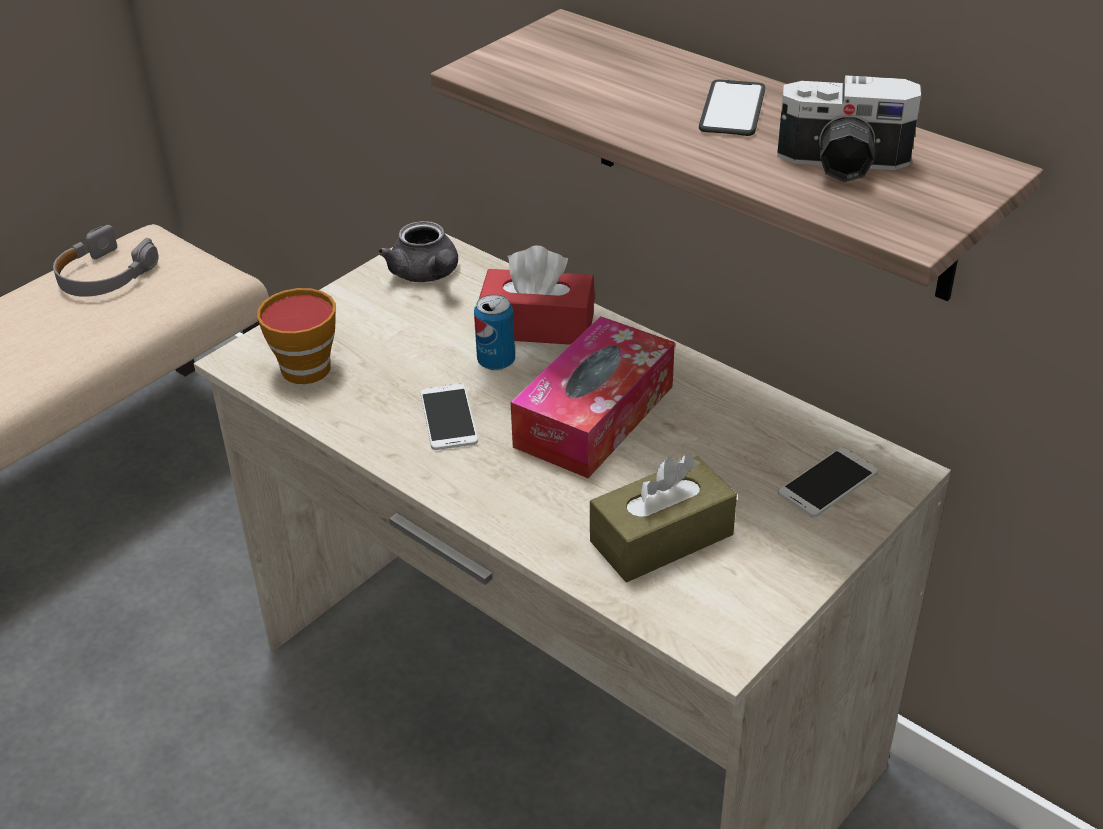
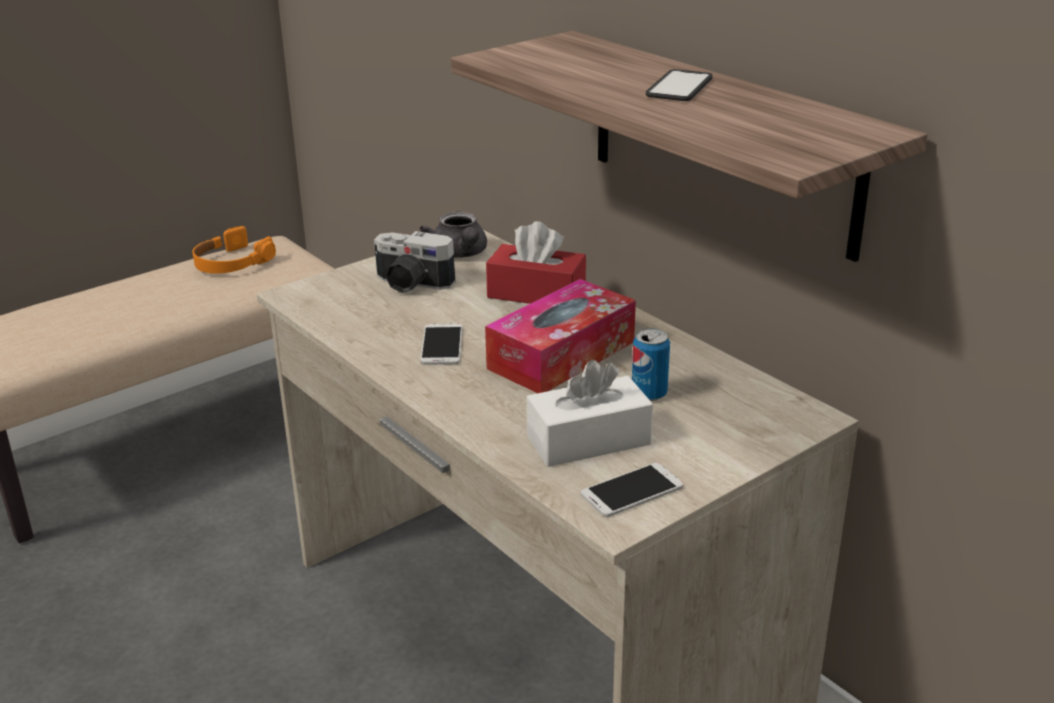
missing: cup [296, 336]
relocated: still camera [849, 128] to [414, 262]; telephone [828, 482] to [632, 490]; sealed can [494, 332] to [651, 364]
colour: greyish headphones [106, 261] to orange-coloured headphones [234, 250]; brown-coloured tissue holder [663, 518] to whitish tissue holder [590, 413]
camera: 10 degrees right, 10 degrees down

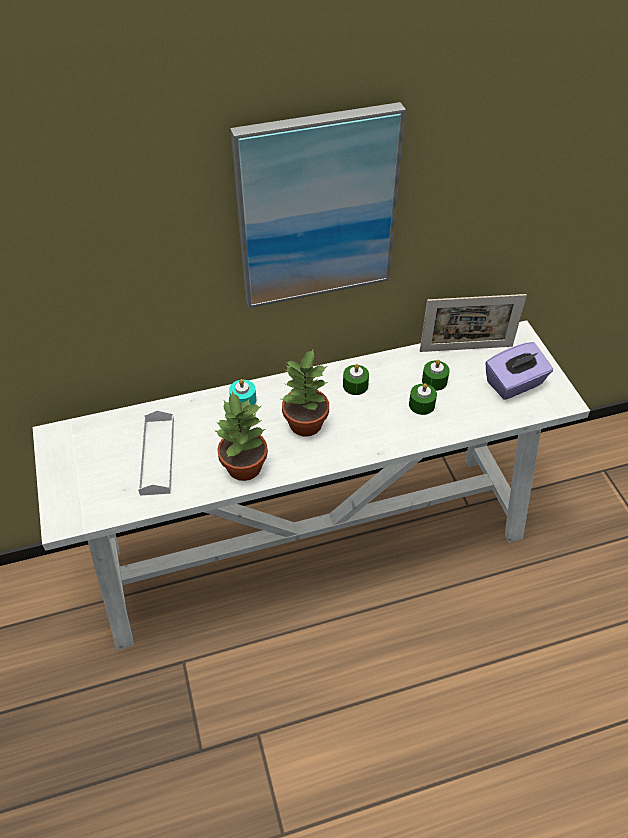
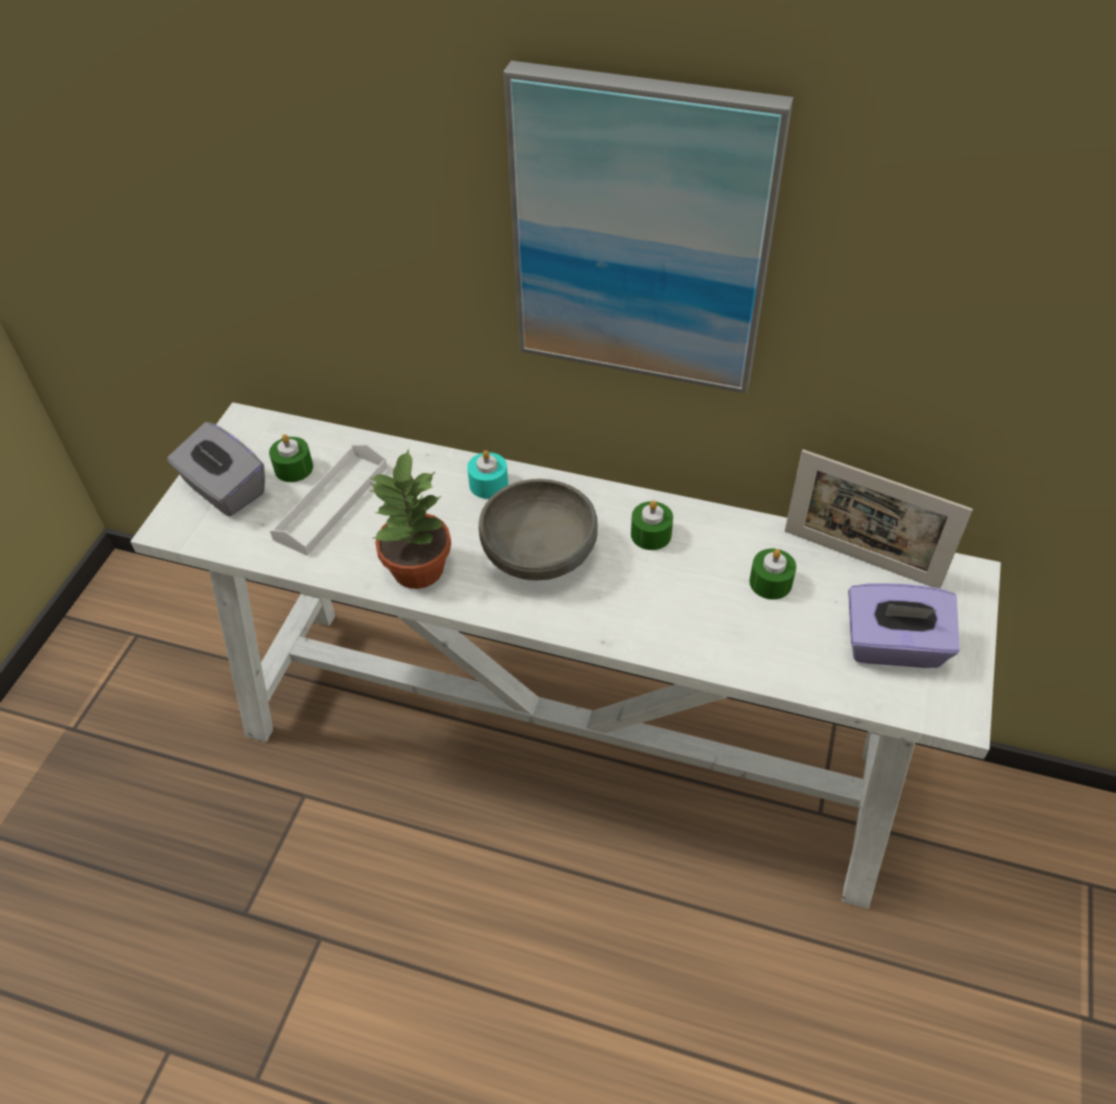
appeared: greyish tissue holder [216, 469]
relocated: green candle [423, 399] to [291, 458]
exchanged: potted plant [305, 392] to greyish serving bowl [538, 529]
camera: 35 degrees right, 0 degrees up

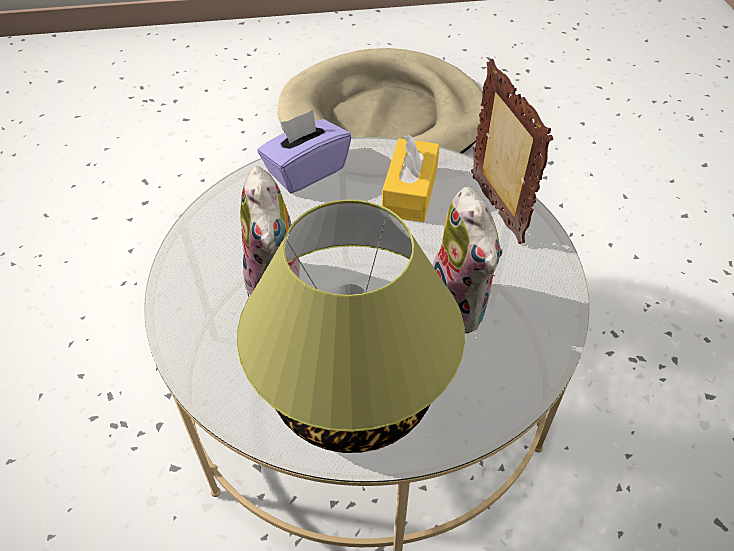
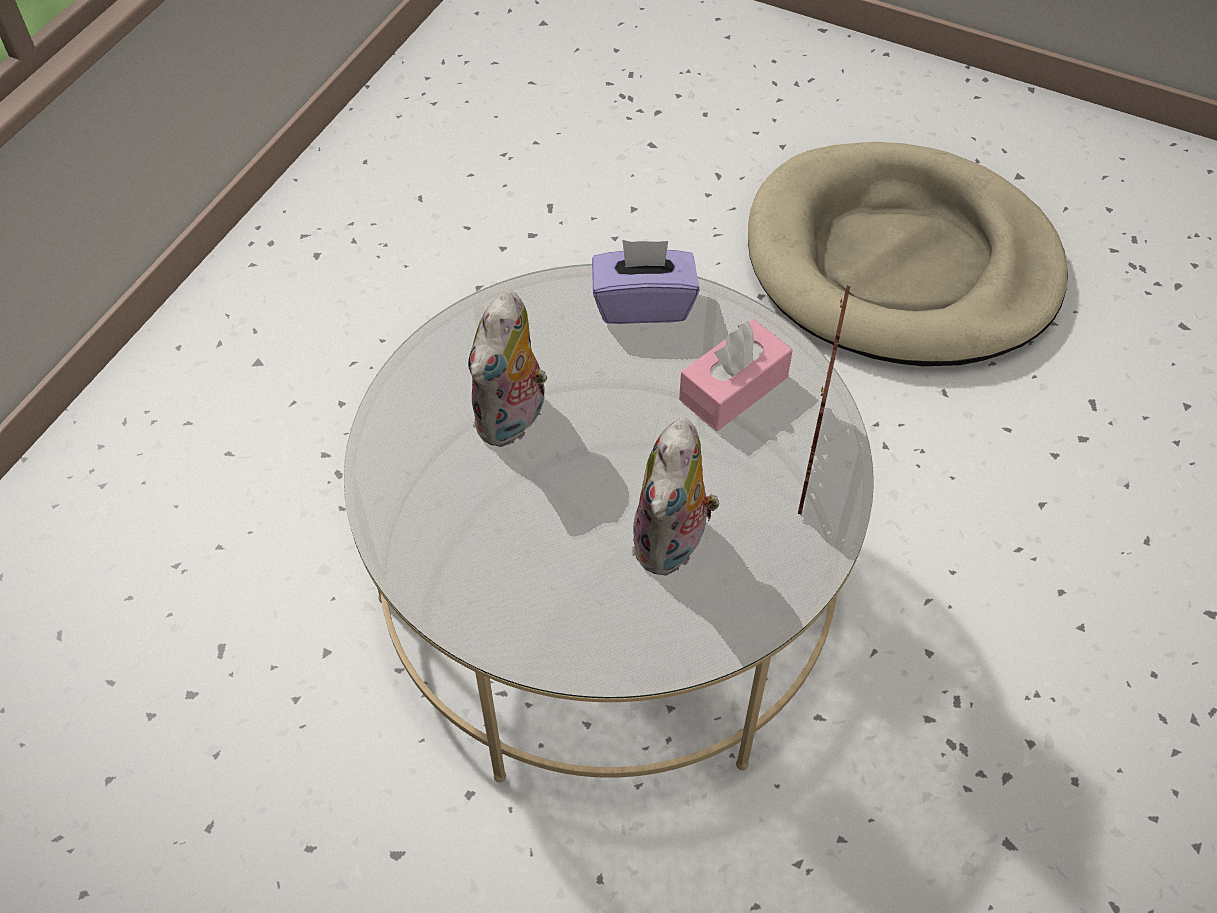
missing: lamp for a table [351, 326]
colour: yellowish tissue holder [411, 178] to pink tissue holder [736, 375]
camera: 35 degrees right, 5 degrees up

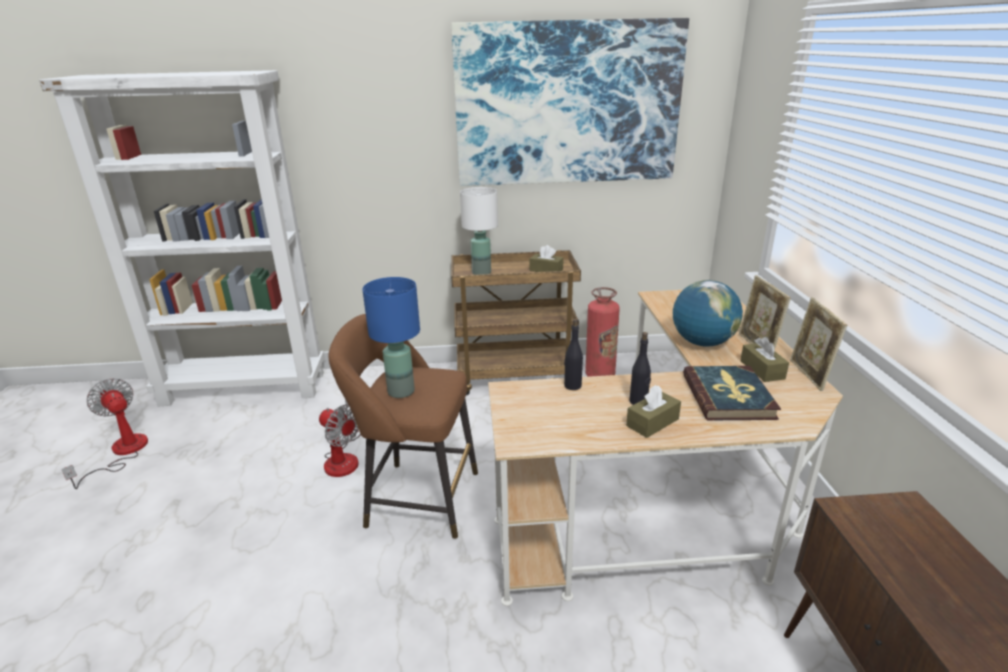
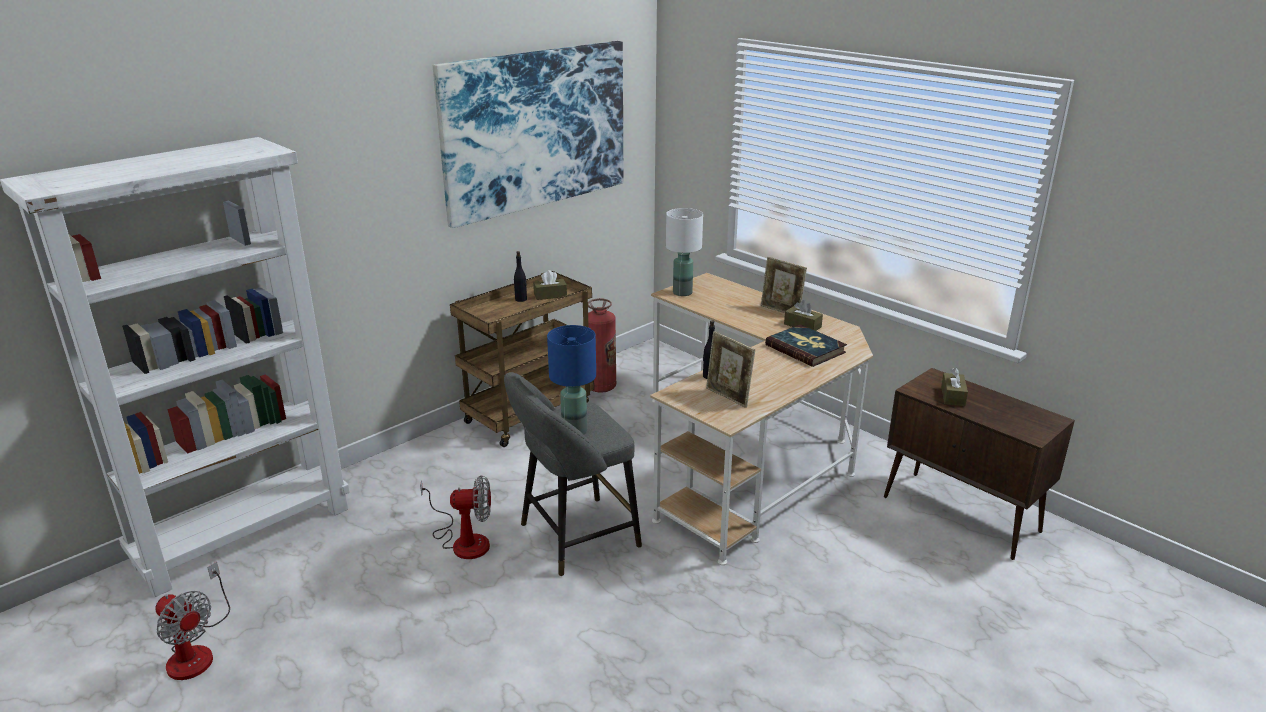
missing: world globe [707, 313]
relocated: black-coloured drink bottle [640, 368] to [520, 276]; whitish lamp for a table [479, 231] to [684, 252]; standing frame [818, 344] to [730, 369]; brown-coloured tissue holder [653, 411] to [954, 387]
colour: brown-coloured sitting stool [403, 426] to greyish sitting stool [573, 474]
spun: cooling fan [104, 433] = [192, 621] 150 degrees counterclockwise
camera: 40 degrees left, 0 degrees up

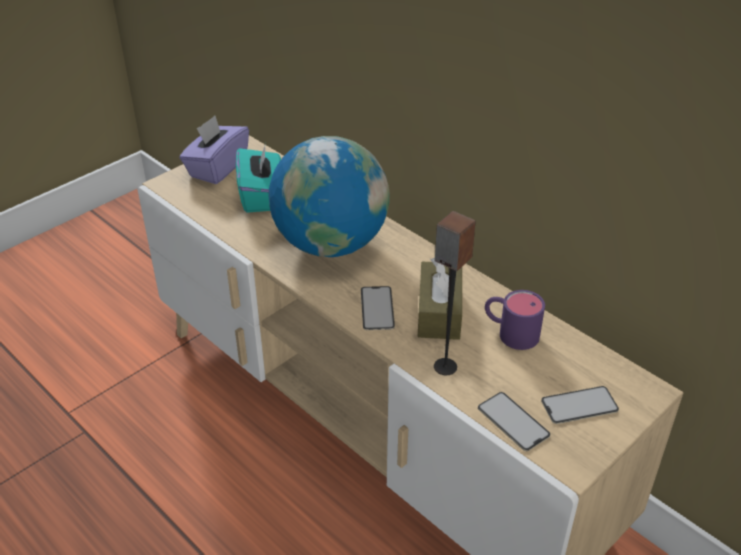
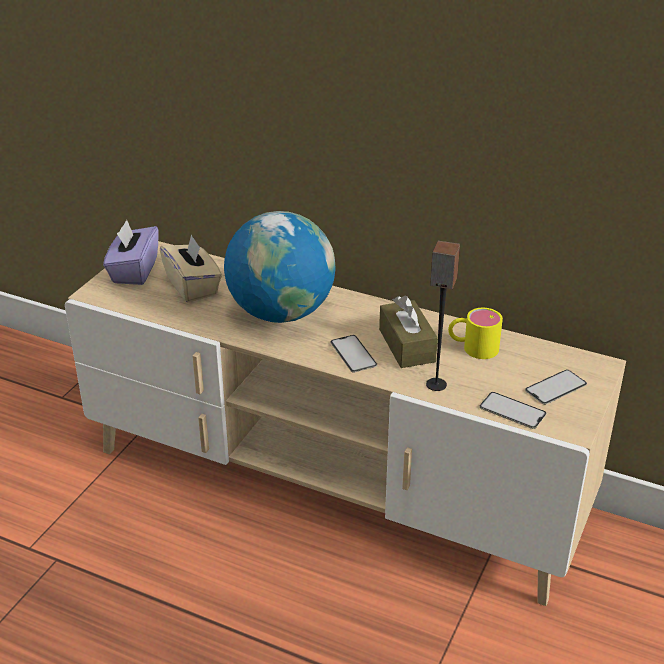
colour: turquoise-coloured tissue holder [258, 178] to beige-coloured tissue holder [191, 268]; purplish mug [515, 320] to yellowish mug [475, 333]
camera: 20 degrees left, 5 degrees down

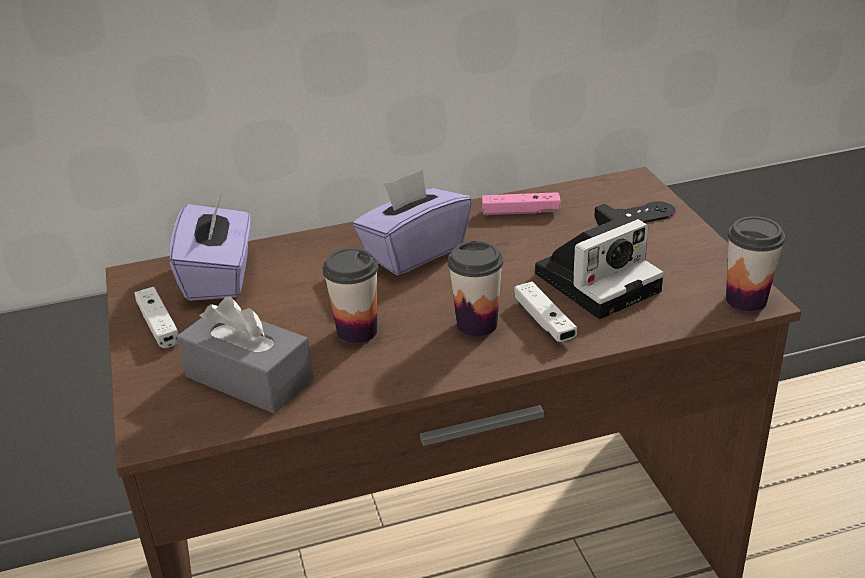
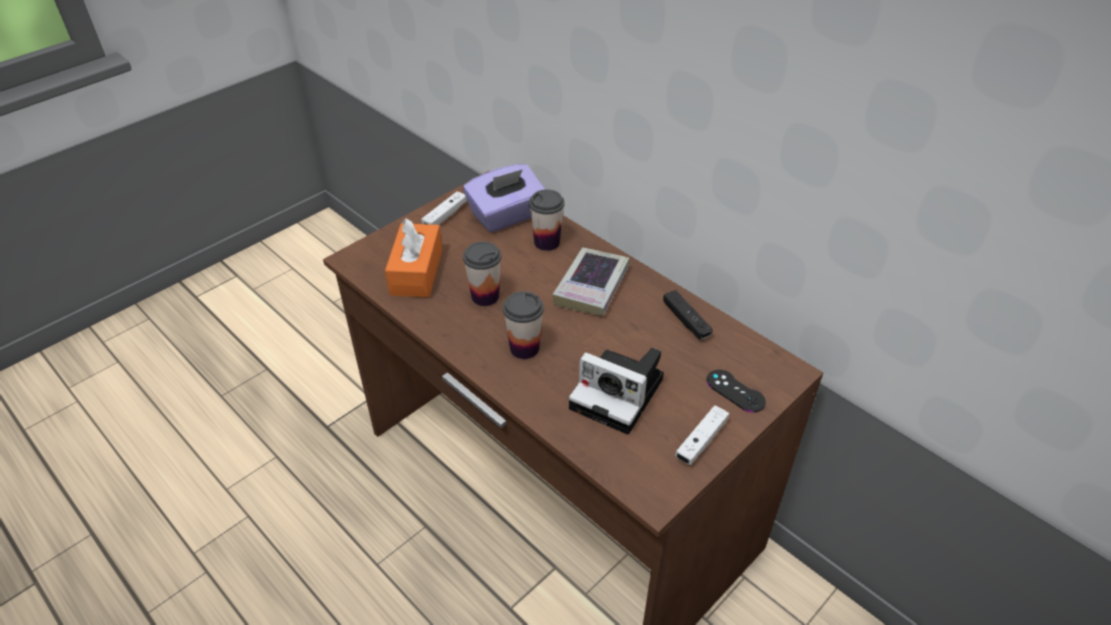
relocated: cup [755, 264] to [547, 220]; whitish gamepad [545, 311] to [702, 435]
exchanged: purplish tissue holder [412, 222] to bound book [591, 281]
colour: greyish tissue holder [245, 355] to orange-coloured tissue holder [413, 258]; pink gamepad [521, 203] to black-coloured gamepad [688, 314]
camera: 60 degrees right, 10 degrees up

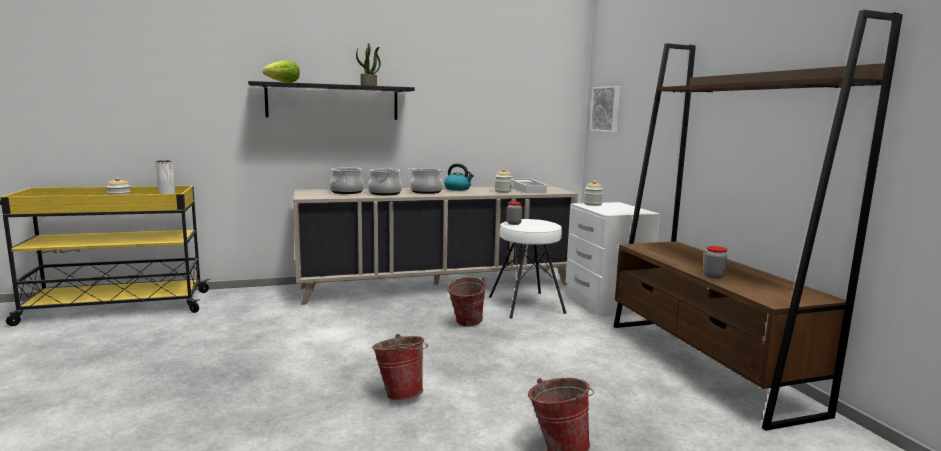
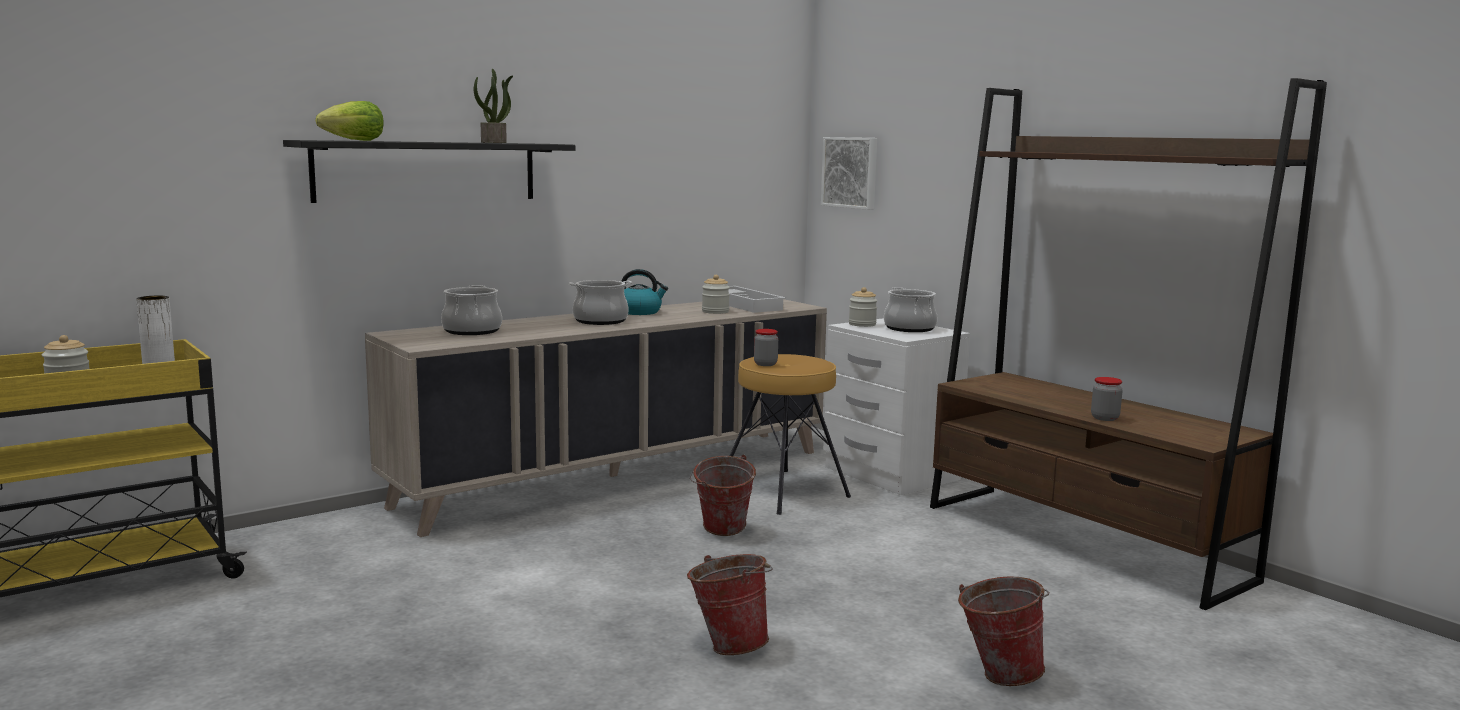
relocated: cooking pot [385, 181] to [911, 309]
colour: whitish sitting stool [528, 268] to brown-coloured sitting stool [790, 434]
camera: 20 degrees left, 0 degrees up

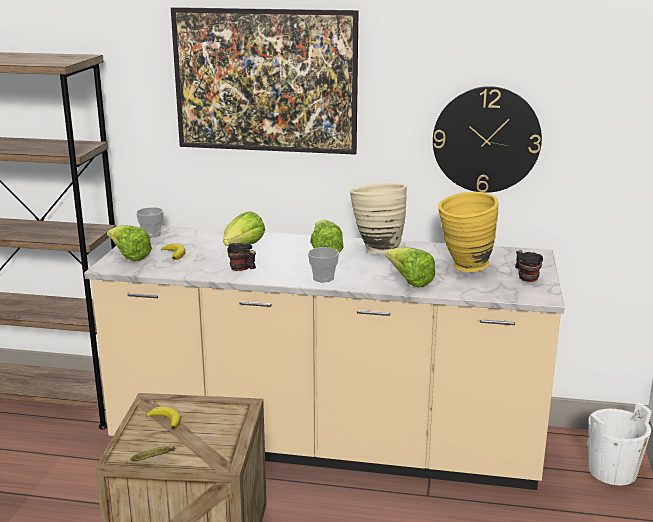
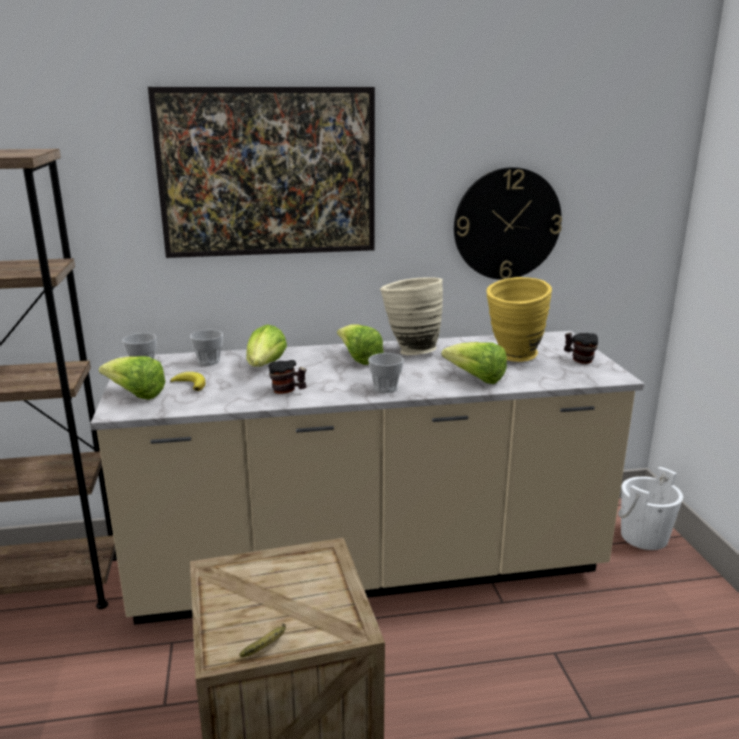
missing: banana [163, 417]
appeared: cup [206, 348]
camera: 20 degrees left, 0 degrees up

